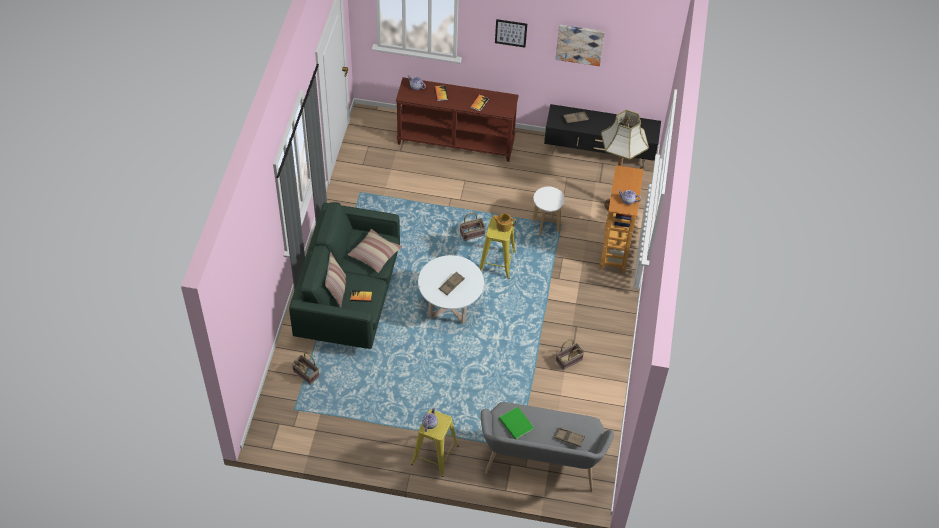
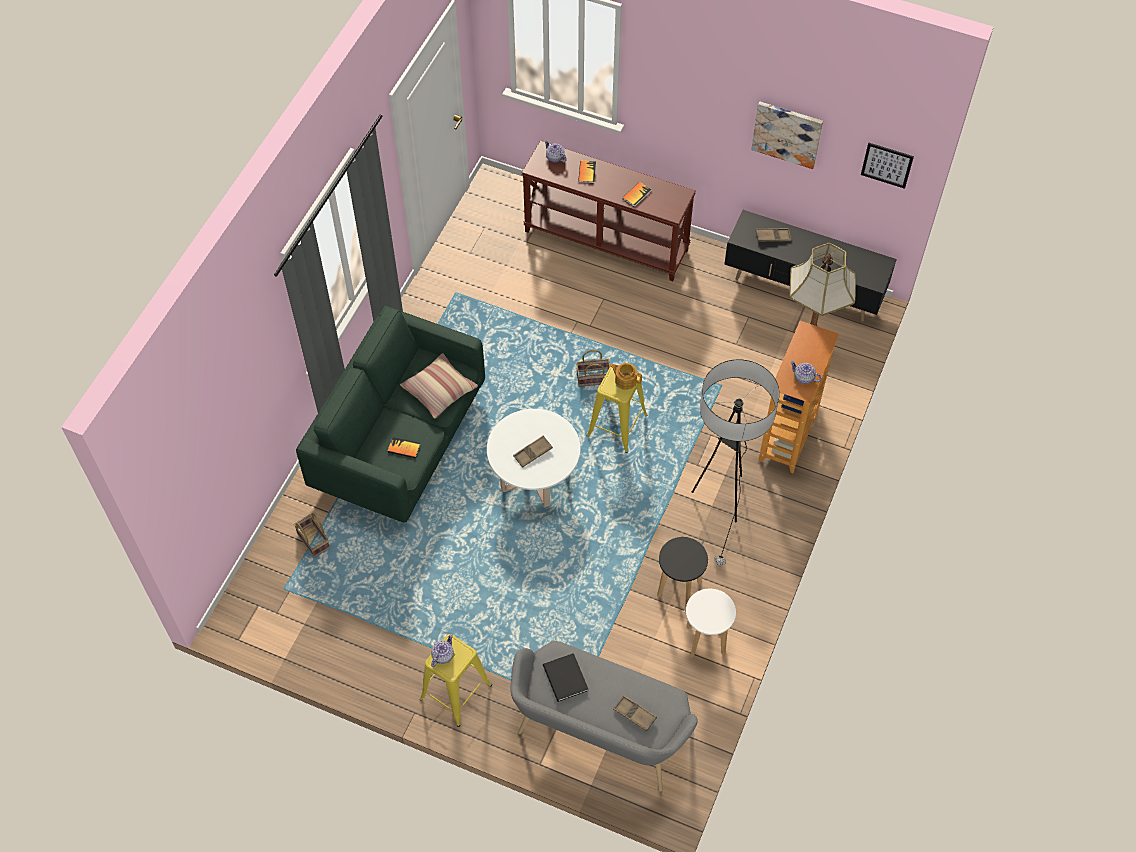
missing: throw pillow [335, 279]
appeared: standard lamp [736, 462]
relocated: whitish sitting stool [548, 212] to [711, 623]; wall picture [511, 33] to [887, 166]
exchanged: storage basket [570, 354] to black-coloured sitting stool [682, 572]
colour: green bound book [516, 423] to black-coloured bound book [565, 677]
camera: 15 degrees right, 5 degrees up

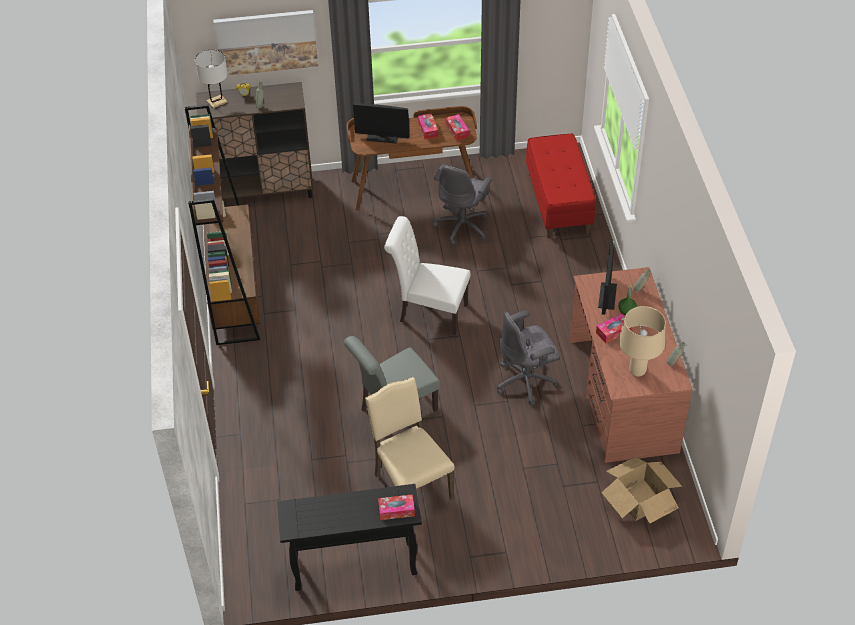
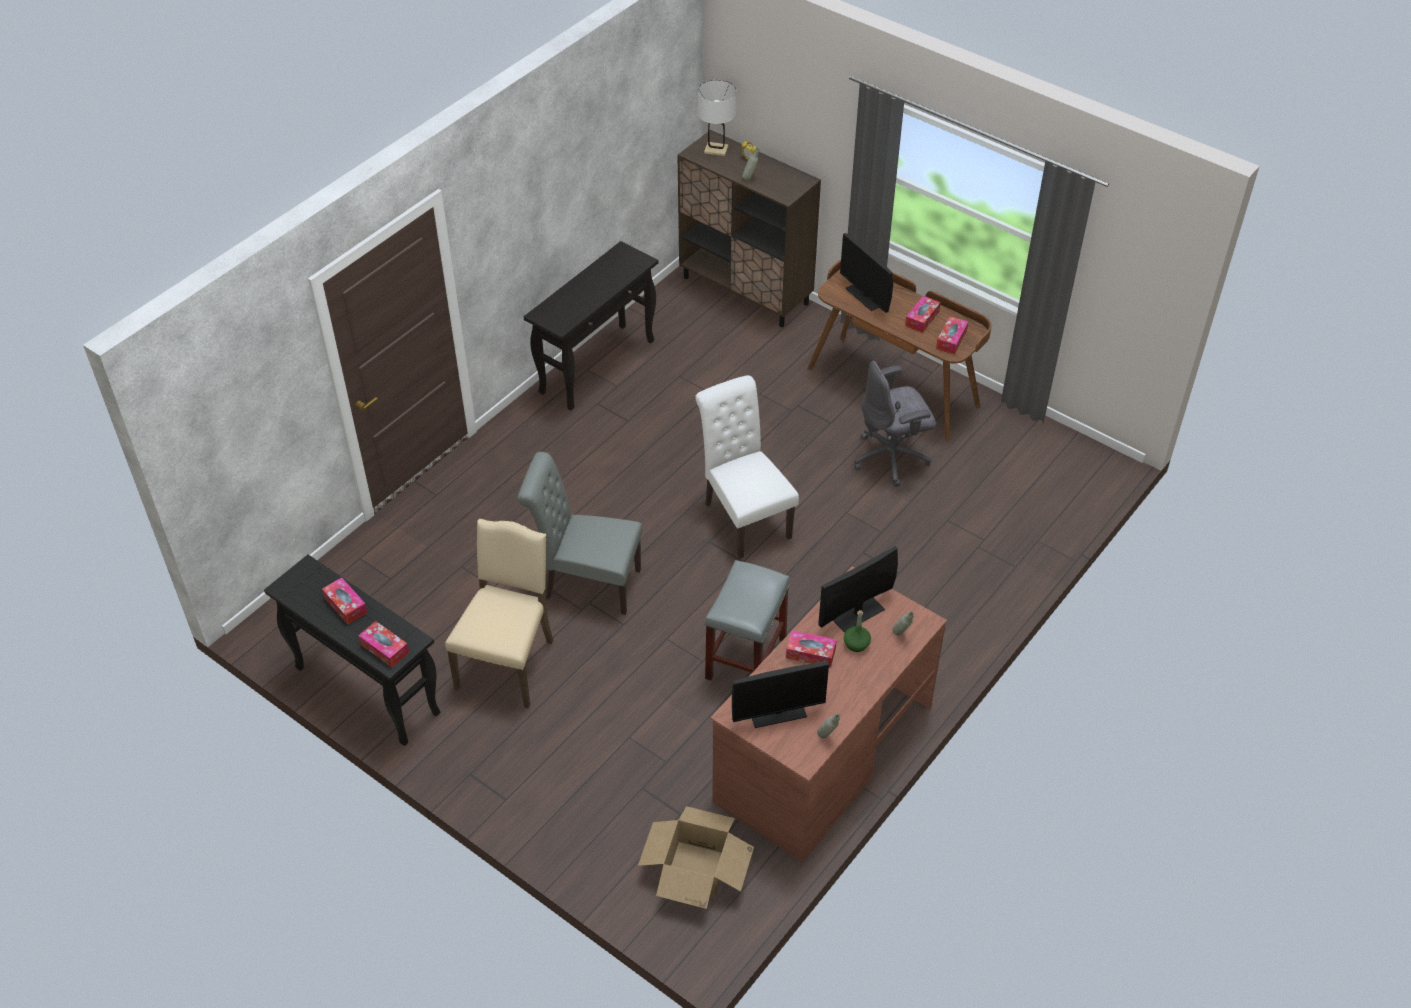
missing: wall picture [265, 43]; reddish long seat [561, 186]
appeared: tissue holder [345, 600]
exchanged: brown-coloured bookcase [222, 224] to black-coloured console table [591, 326]; greyish office chair [528, 358] to greyish sitting stool [747, 620]; beige-coloured lamp for a table [642, 341] to monitor [780, 695]
camera: 45 degrees right, 0 degrees up

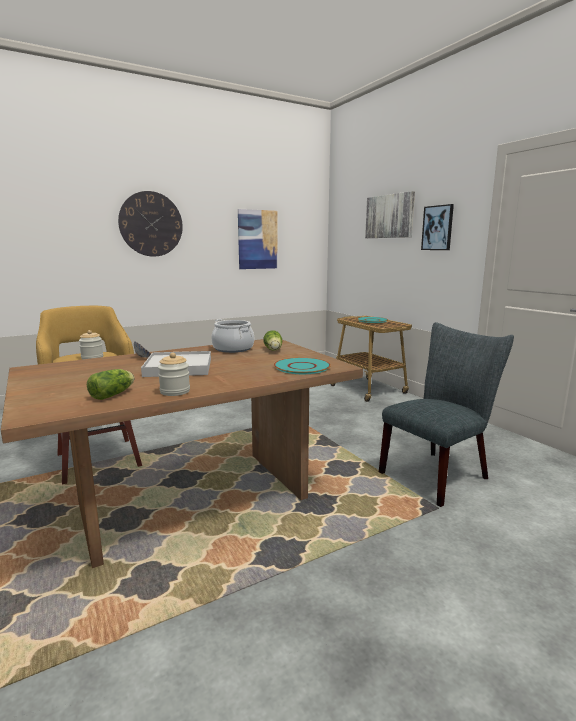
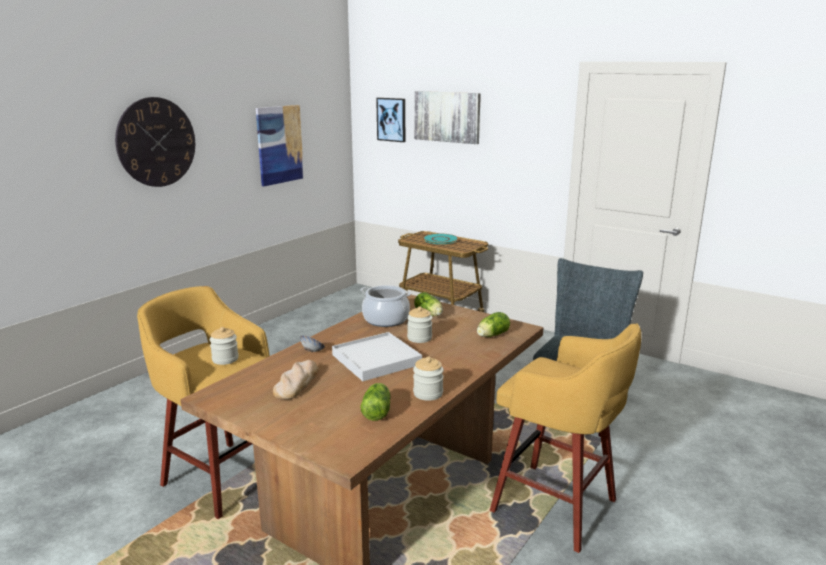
appeared: bakery bread [295, 380]; storage jar [419, 324]; yellowish sitting stool [566, 438]
relocated: wall picture [437, 227] to [390, 120]
exchanged: turquoise-coloured dinner plate [302, 365] to lettuce [493, 324]
camera: 25 degrees left, 5 degrees up

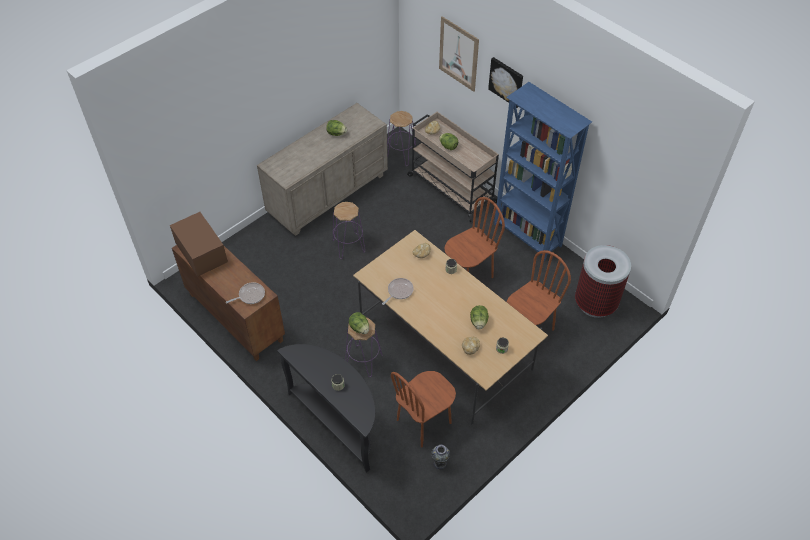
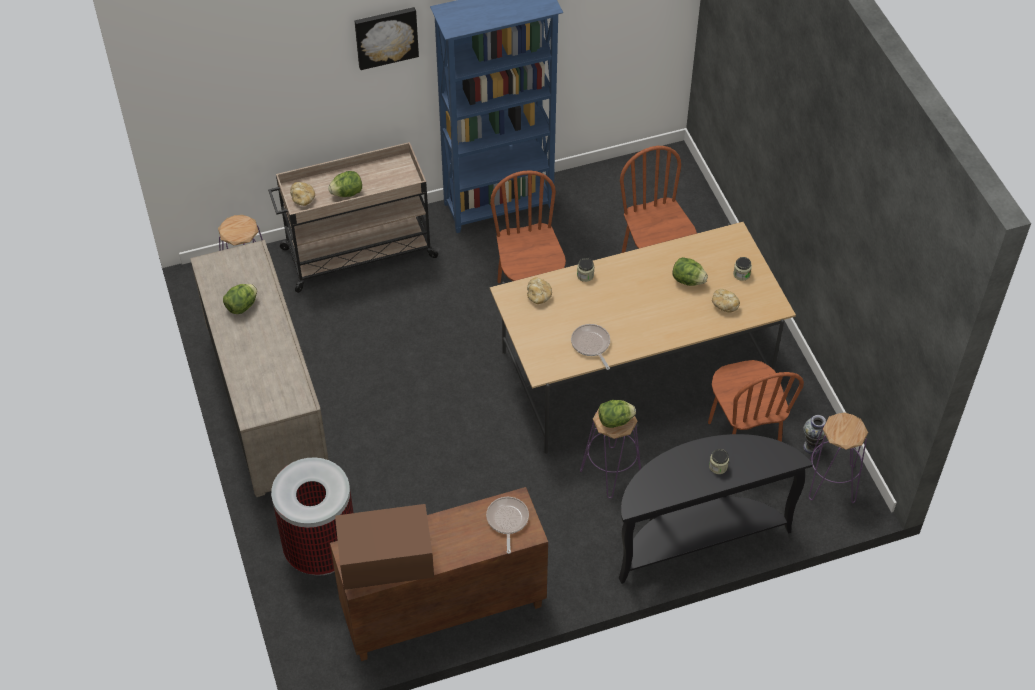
missing: wall picture [459, 54]
relocated: trash can [603, 281] to [312, 516]; purplish sitting stool [349, 230] to [838, 458]
camera: 65 degrees left, 0 degrees up

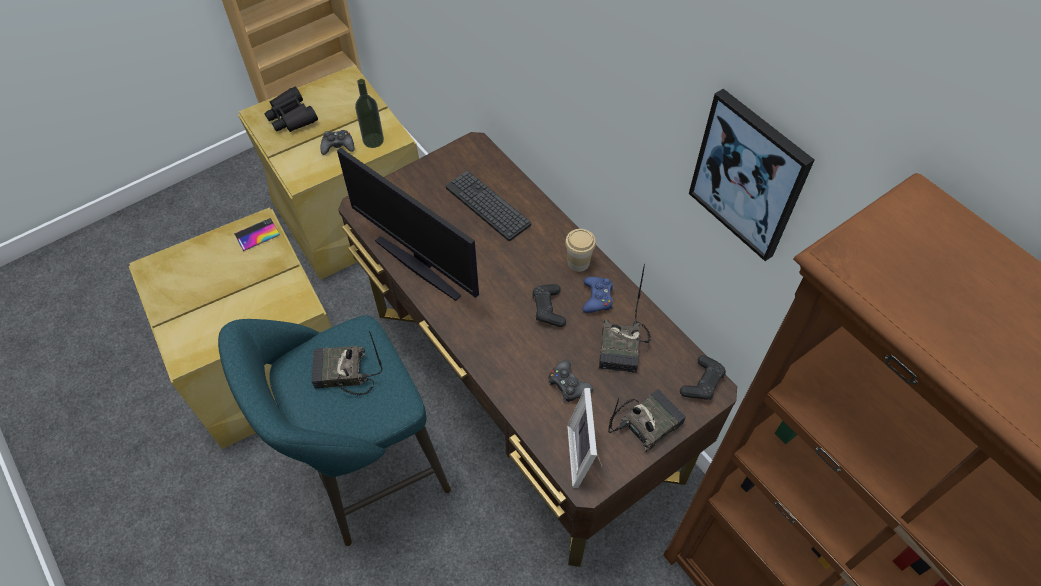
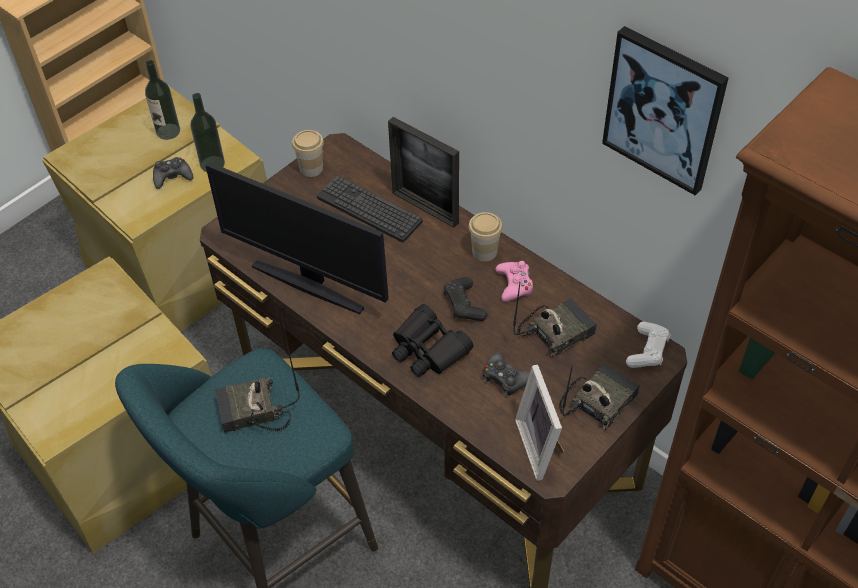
missing: telephone [257, 234]
appeared: drink bottle [162, 100]; cup [308, 153]; standing frame [423, 172]
relocated: black-coloured pair of binoculars [291, 109] to [433, 340]
colour: bluish gamepad [597, 295] to pink gamepad [515, 281]; black-coloured gamepad [703, 377] to whitish gamepad [648, 345]
spun: radio [625, 318] = [555, 320] 120 degrees counterclockwise
camera: 10 degrees left, 5 degrees down

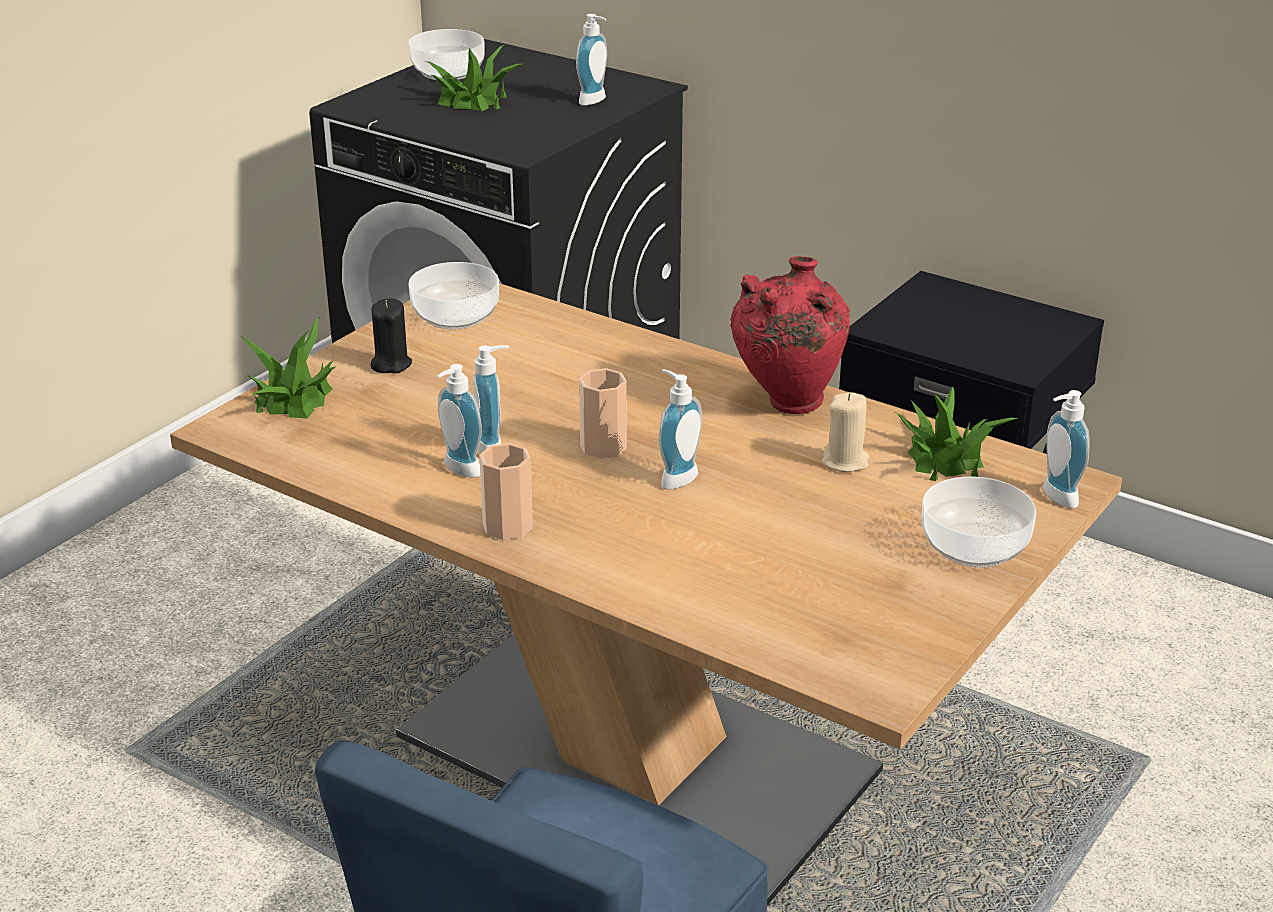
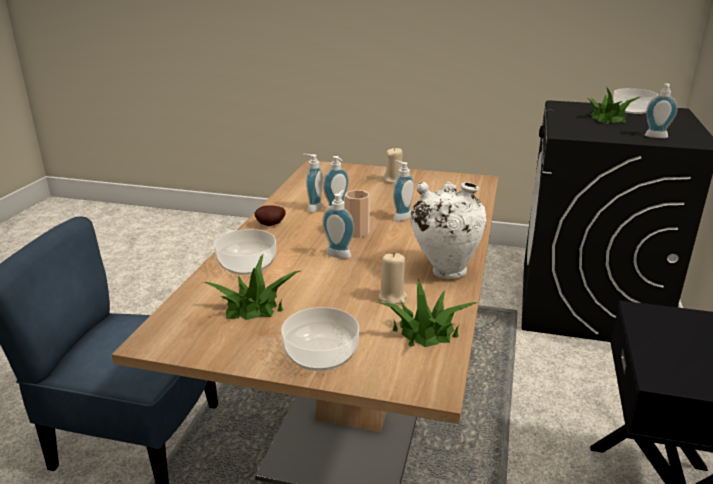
relocated: potted plant [288, 367] to [252, 287]; serving bowl [453, 295] to [245, 252]; soap dispenser [1066, 449] to [403, 190]
exchanged: cup [506, 491] to spud [270, 215]
colour: black-coloured candle [391, 335] to beige-coloured candle [393, 165]; reddish decorative vase [790, 335] to whitish decorative vase [448, 230]
camera: 70 degrees right, 5 degrees down

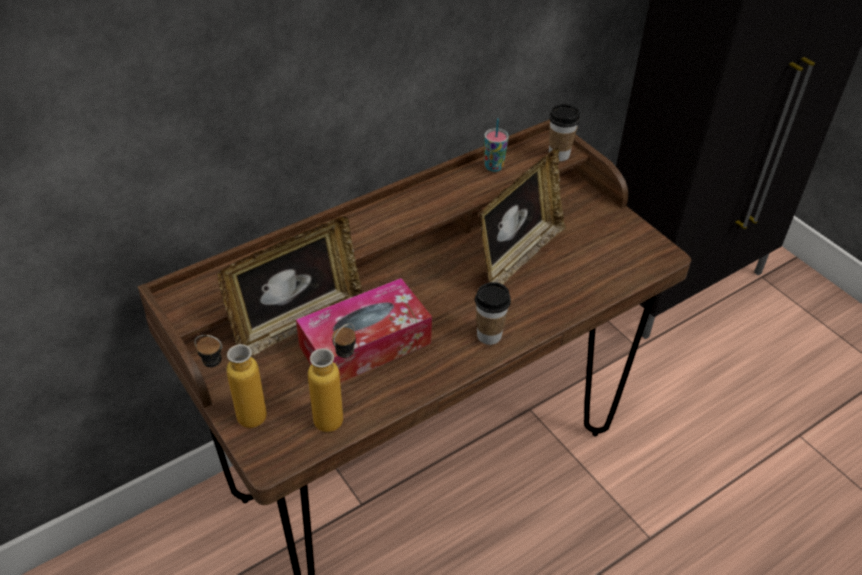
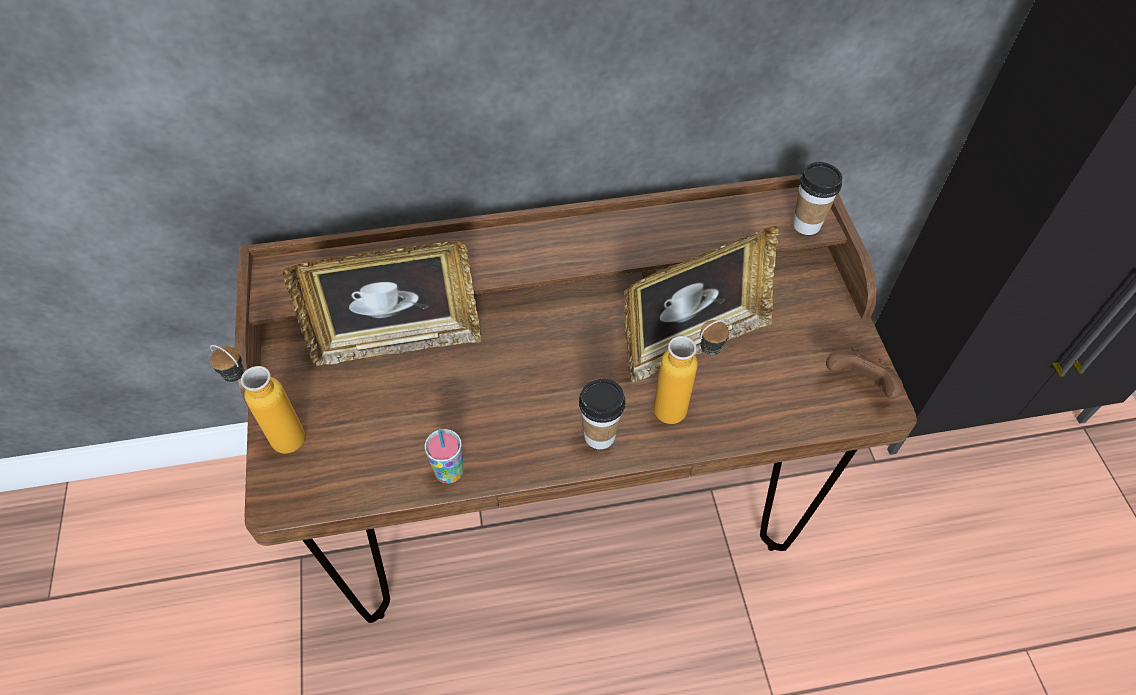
missing: tissue holder [364, 330]
appeared: brown-coloured gamepad [864, 373]
relocated: cup [496, 145] to [444, 456]; drink bottle [332, 377] to [692, 371]
camera: 25 degrees right, 10 degrees up

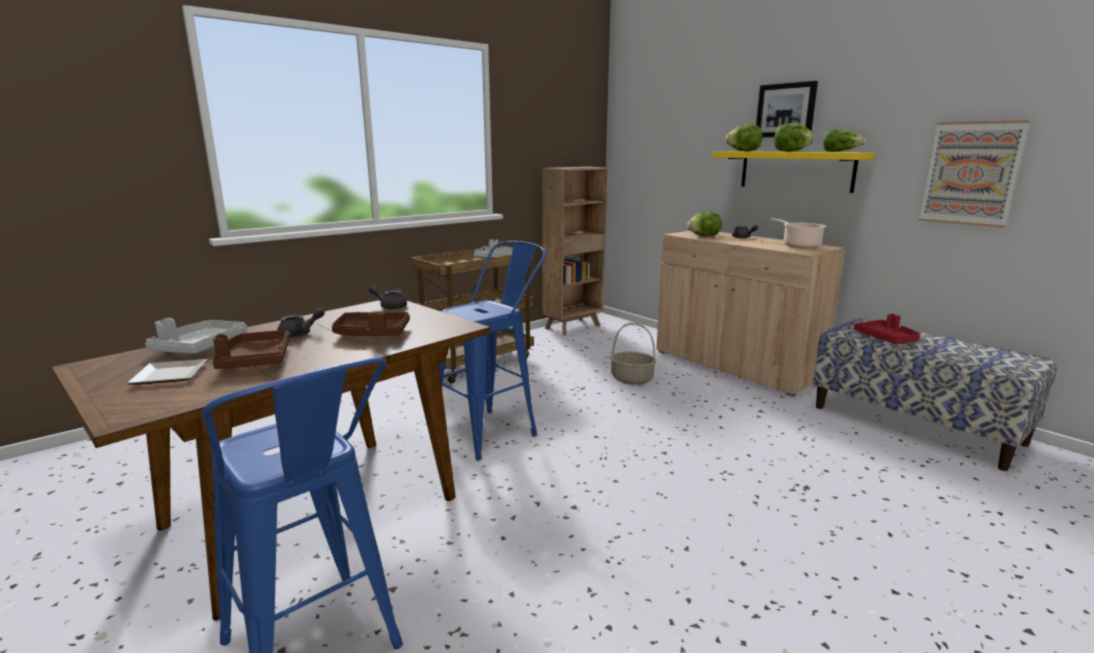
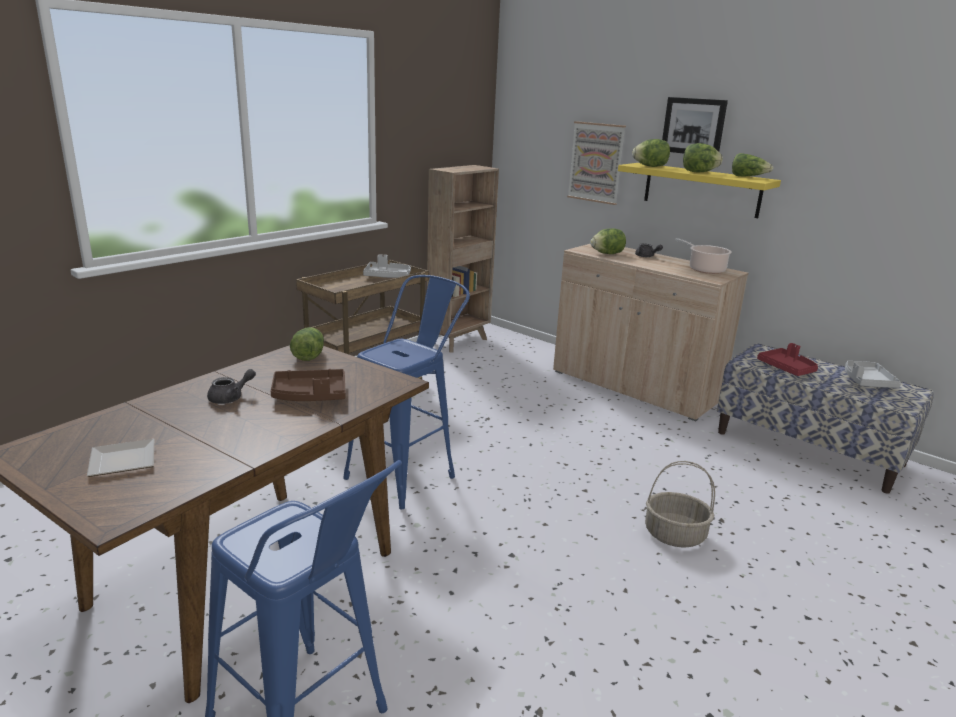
missing: brown-coloured carrying tray [251, 349]
relocated: wall picture [974, 174] to [596, 163]; storage basket [633, 354] to [680, 504]; greyish carrying tray [196, 336] to [873, 374]
exchanged: greyish pot for tea [388, 297] to lettuce [307, 344]
camera: 10 degrees left, 5 degrees up

